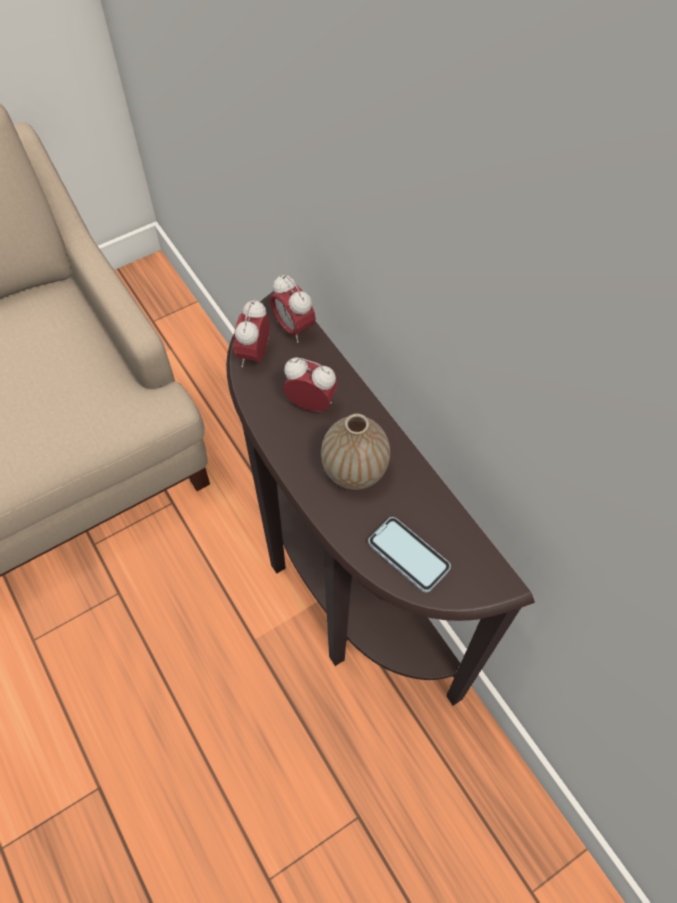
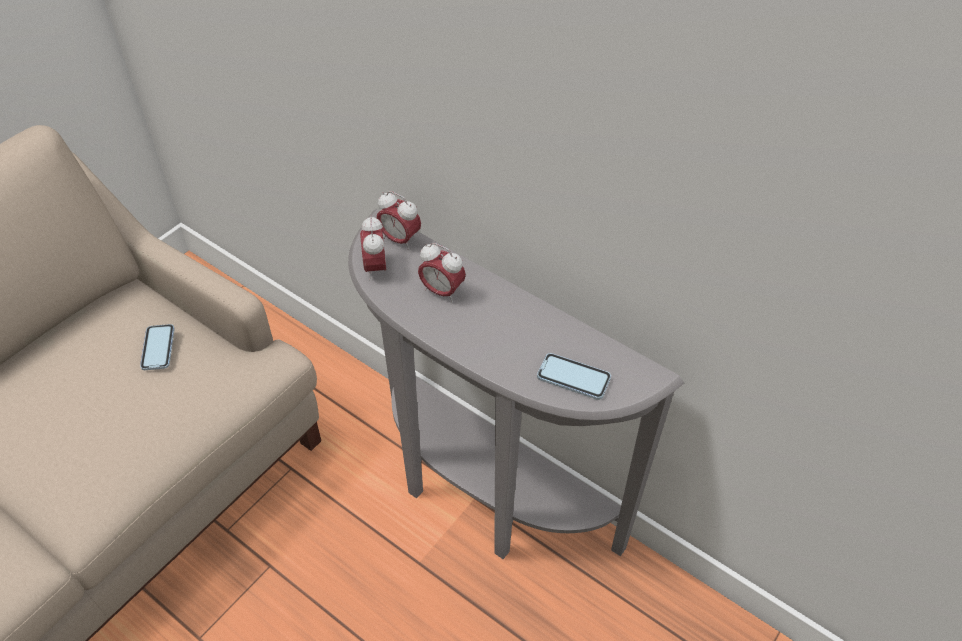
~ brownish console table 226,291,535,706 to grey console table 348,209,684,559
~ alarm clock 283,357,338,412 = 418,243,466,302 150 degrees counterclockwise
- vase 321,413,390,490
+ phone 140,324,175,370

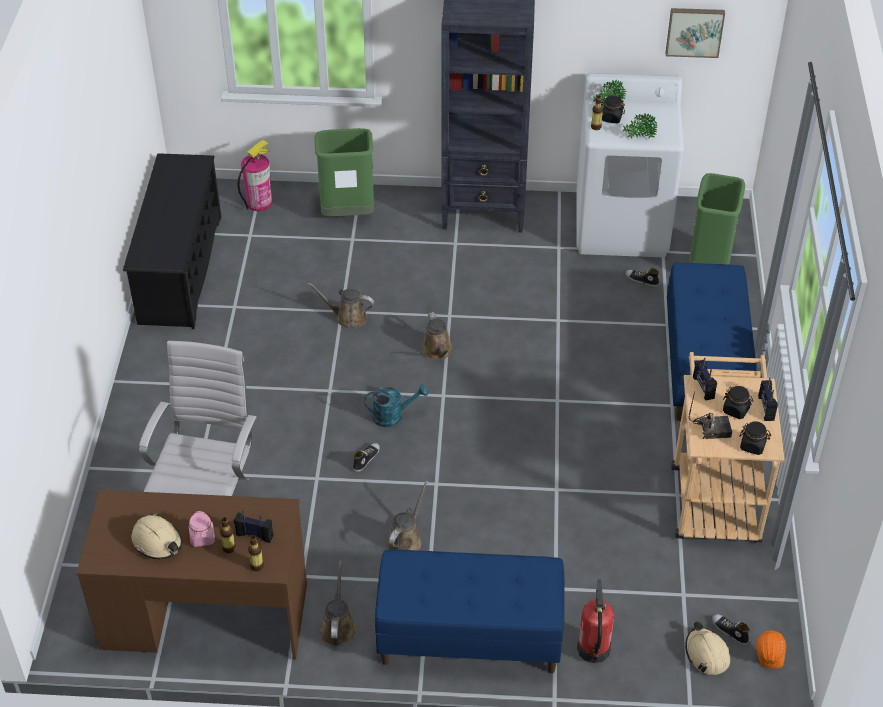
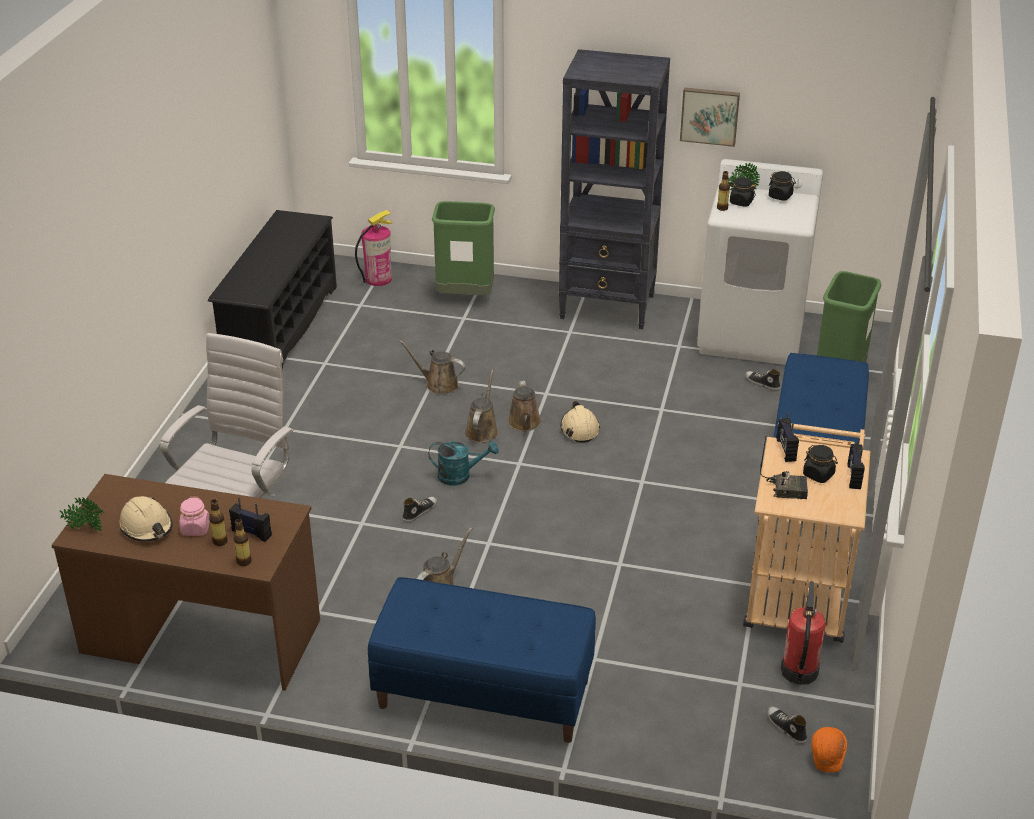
~ picture 666,8,725,58 to 680,87,740,147
~ potted plant 623,113,657,139 to 60,497,104,532
~ blackish preserve jar 739,421,771,455 to 769,171,796,201
~ brownish watering can 319,560,356,647 to 464,370,499,443
~ fire-fighting cylinder 577,579,615,663 to 781,581,826,685
~ sand-coloured hard hat 685,621,730,675 to 560,401,600,443

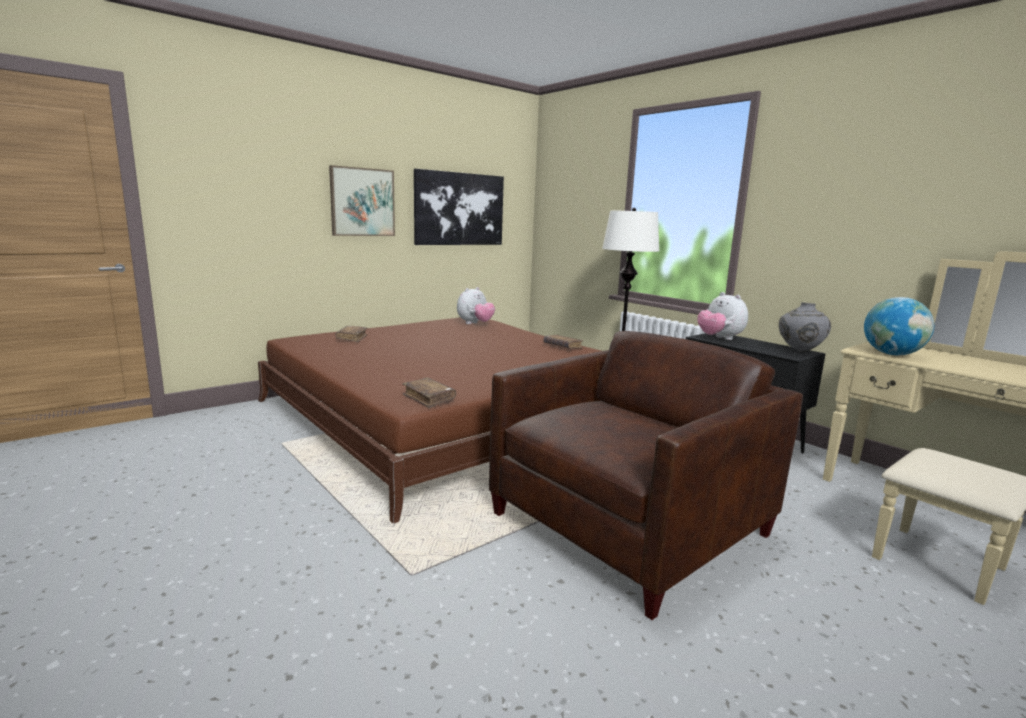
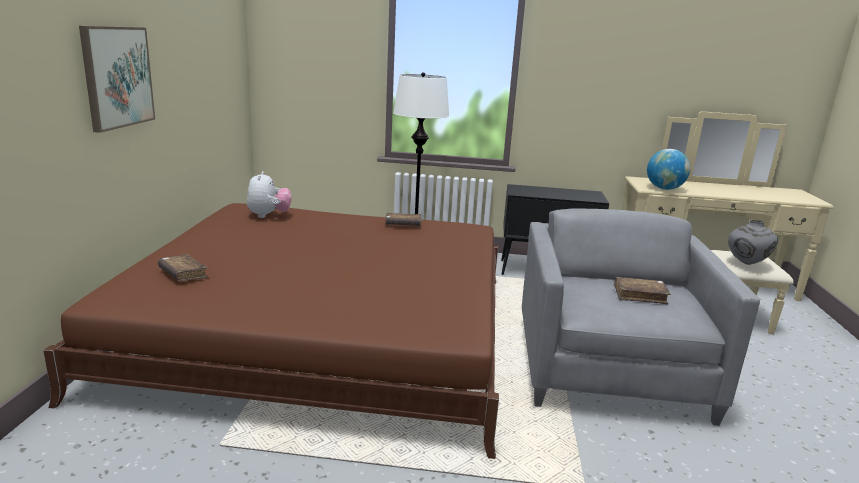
- picture 414,169,504,245
- soft toy 697,292,748,340
~ grey vase 779,302,831,352 to 728,220,778,265
~ brownish lounge chair 489,331,803,620 to grey lounge chair 522,209,760,426
~ brownish volume 402,378,456,408 to 614,277,671,304

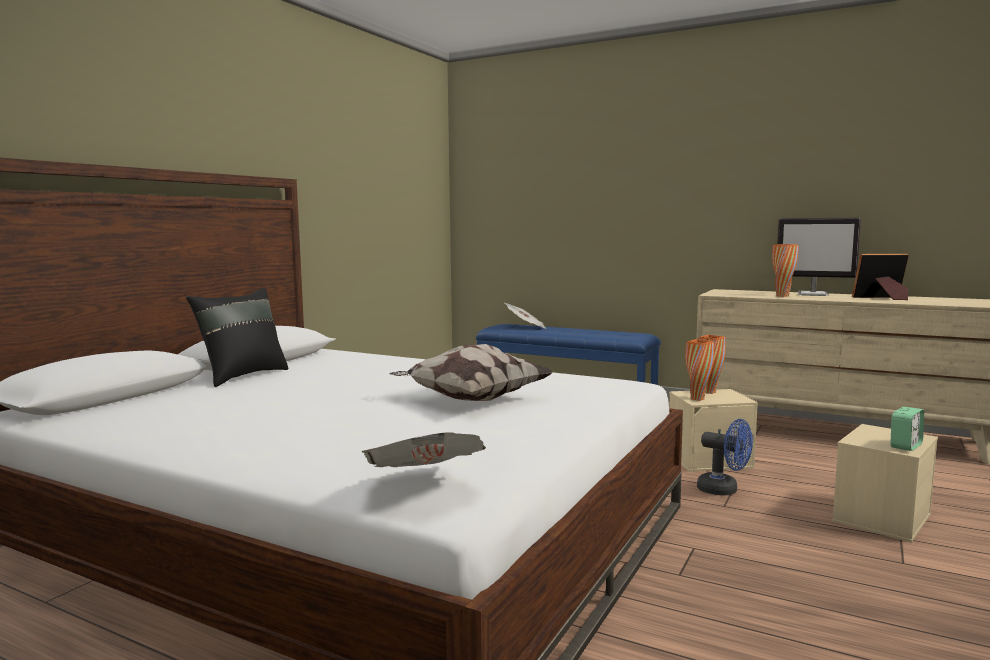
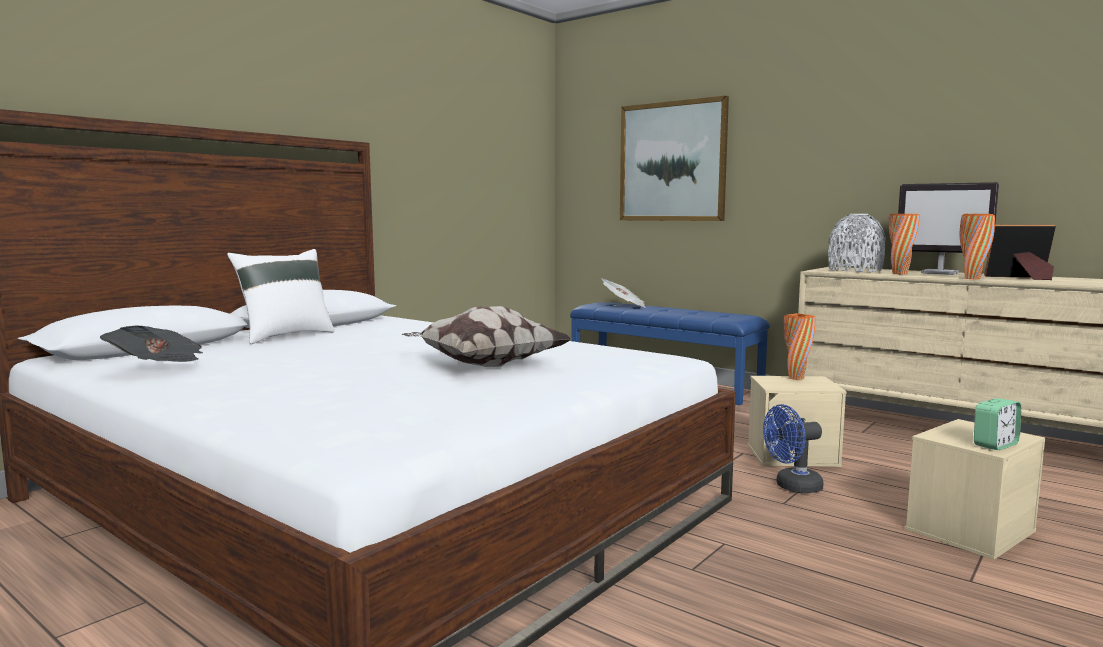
~ blackish cushion 186,288,289,387 to white-coloured cushion 227,249,334,344
~ orange vase 685,339,714,401 to 960,214,995,280
~ bluish electric fan 697,419,753,496 = 763,404,824,493 120 degrees clockwise
~ printed paper 361,433,486,467 to 100,326,203,362
+ picture 620,95,729,221
+ grey vase 828,214,887,272

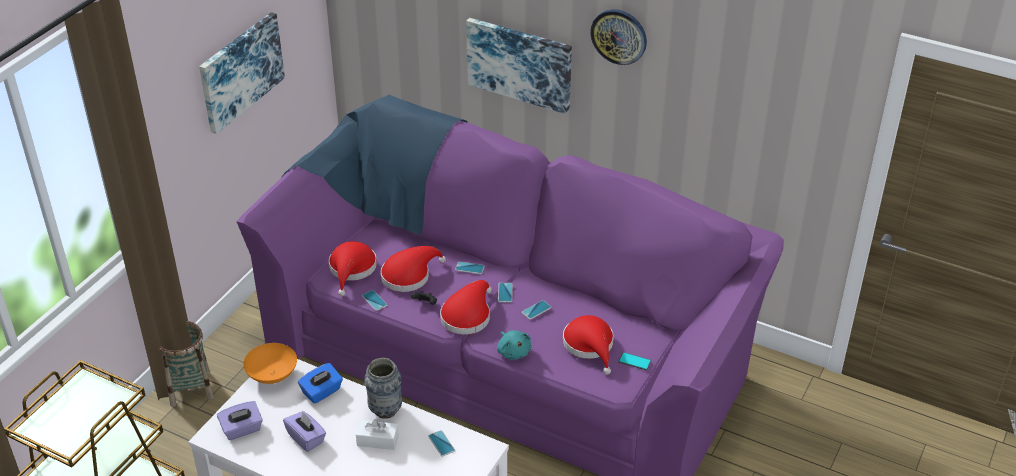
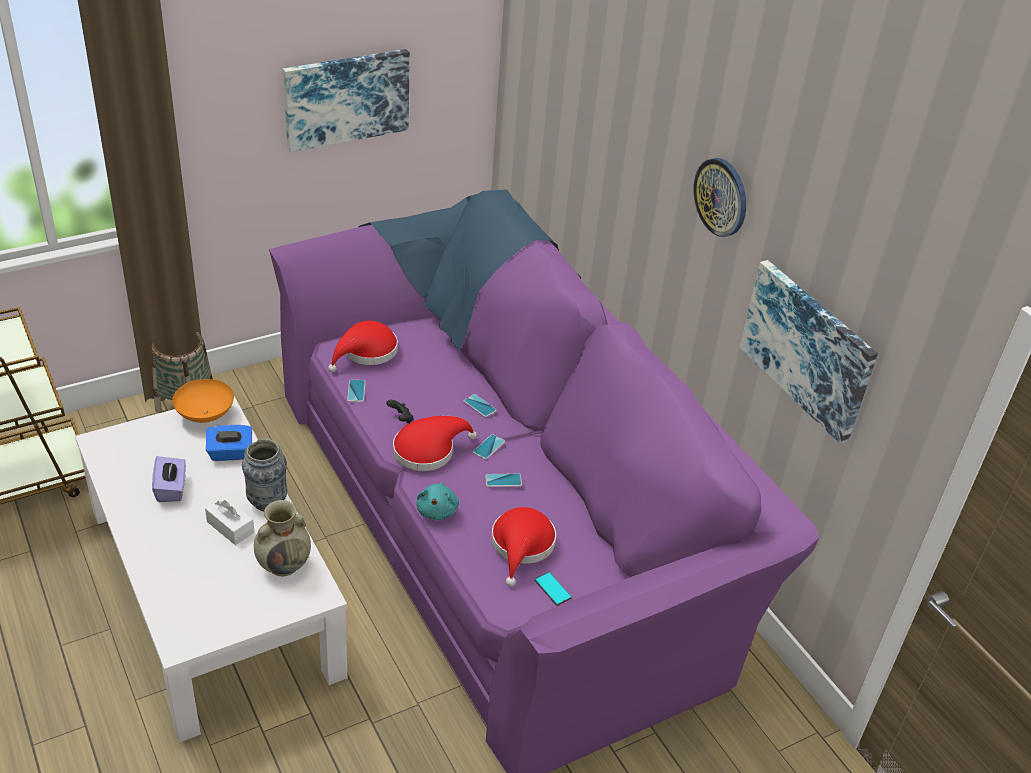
~ picture 466,18,572,114 to 739,260,878,444
- reddish clothing hat 381,246,446,292
- purplish tissue holder 217,401,263,440
~ phone 428,430,455,456 to sand-coloured vase 254,500,311,576

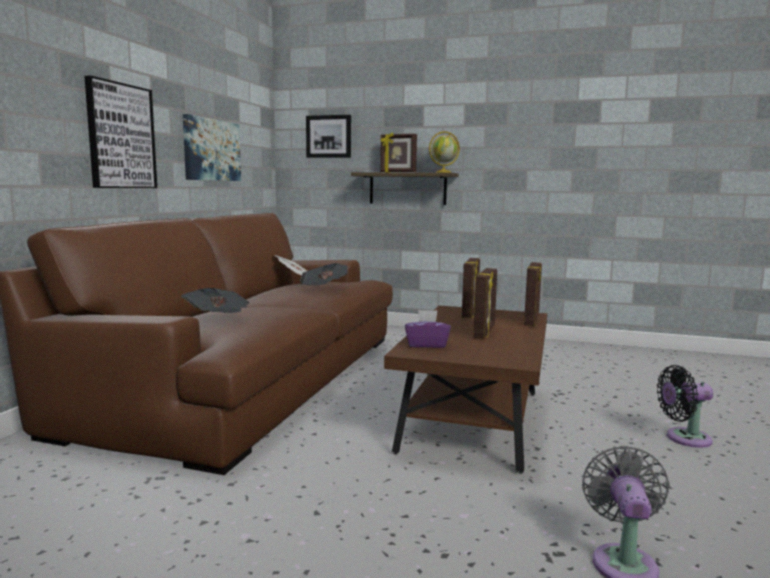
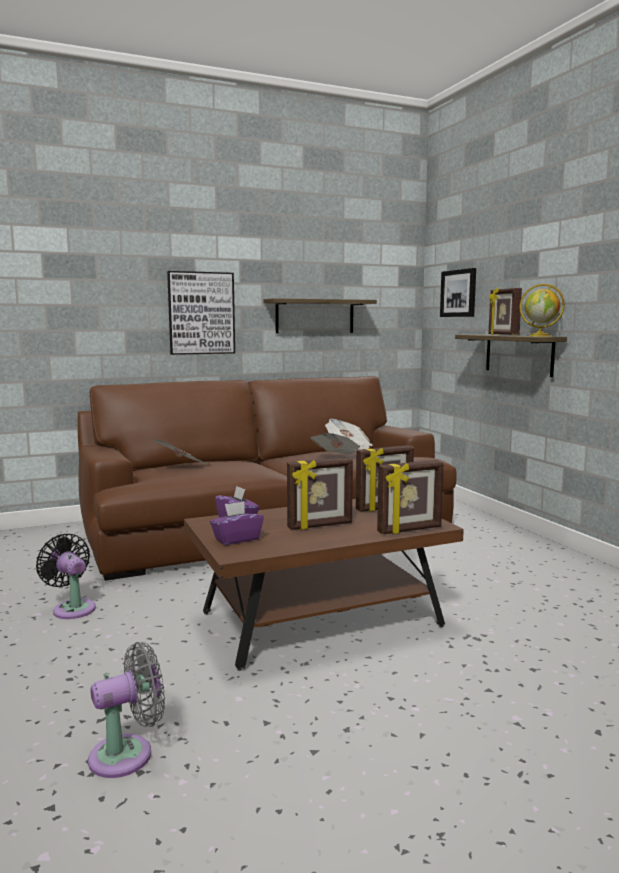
~ picture 183,114,241,181 to bracket shelf 264,298,377,333
~ blackish electric fan 657,365,713,448 to 36,534,96,619
+ purplish tissue holder 210,501,264,545

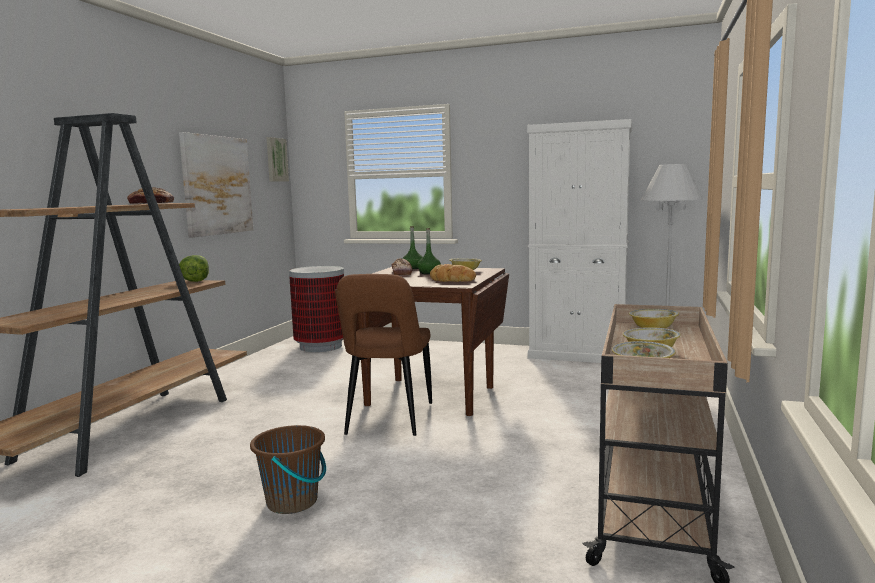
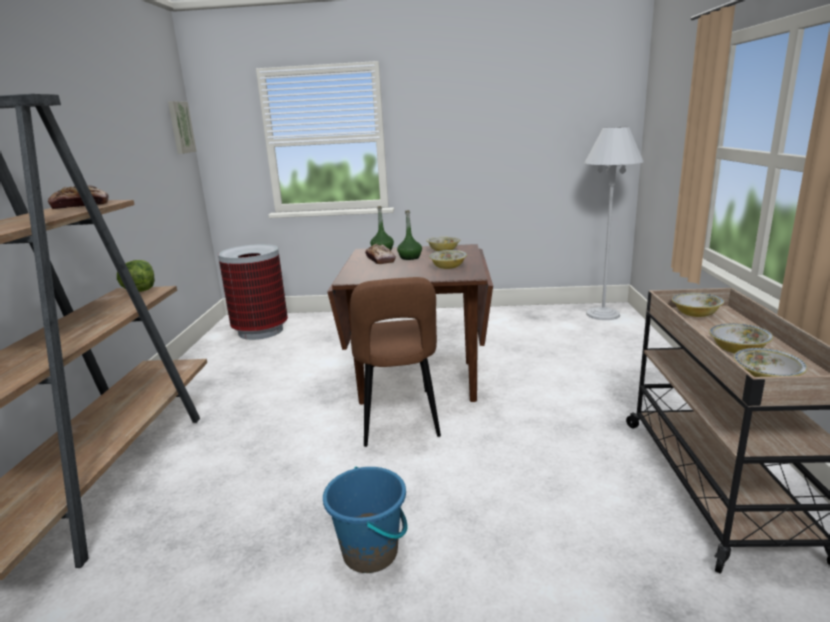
- white-coloured storage cabinet 527,119,632,363
- picture 179,132,253,238
~ bakery bread 430,264,476,282 to deep dish 429,250,467,269
~ brownish bucket 250,425,326,514 to bluish bucket 323,467,408,573

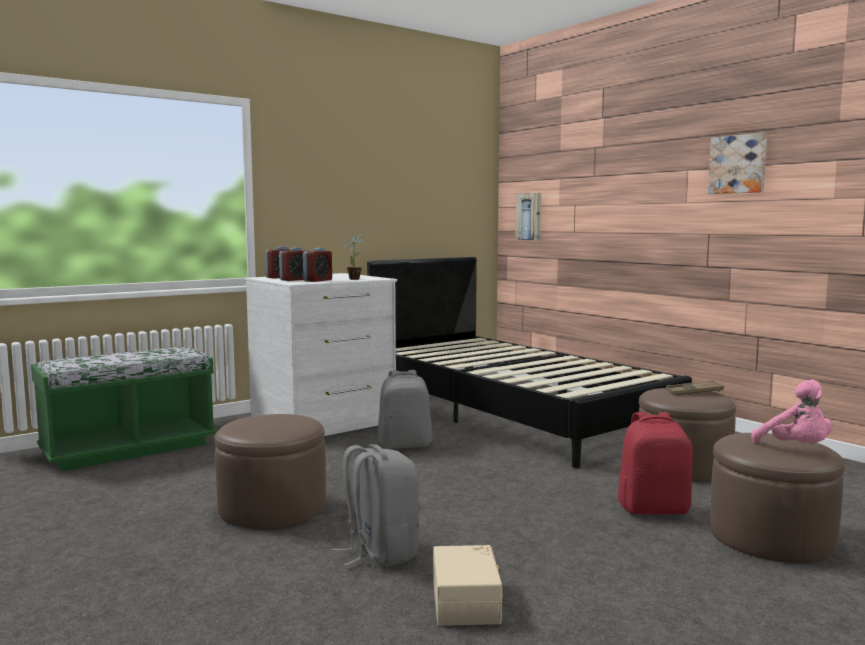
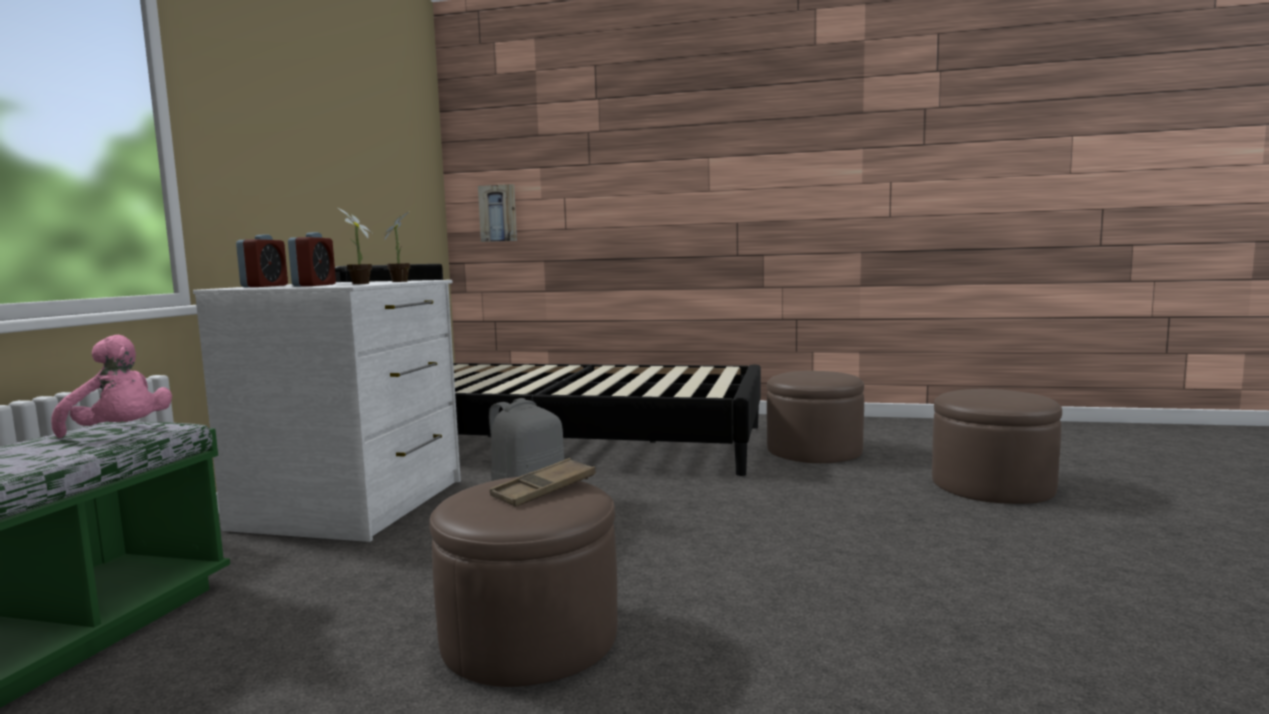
- picture 708,133,767,194
~ alarm clock 303,248,332,282 to potted plant 338,208,373,284
~ pink-coloured soft toy 751,379,832,443 to 51,335,172,438
~ brownish tray 666,381,724,395 to 490,458,596,507
- reddish backpack 618,412,693,514
- grey backpack 333,444,420,567
- sand-coloured storage container 433,545,502,626

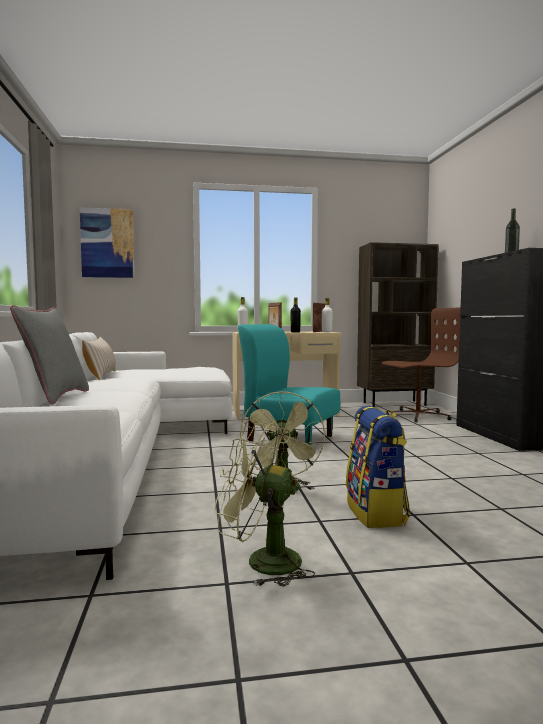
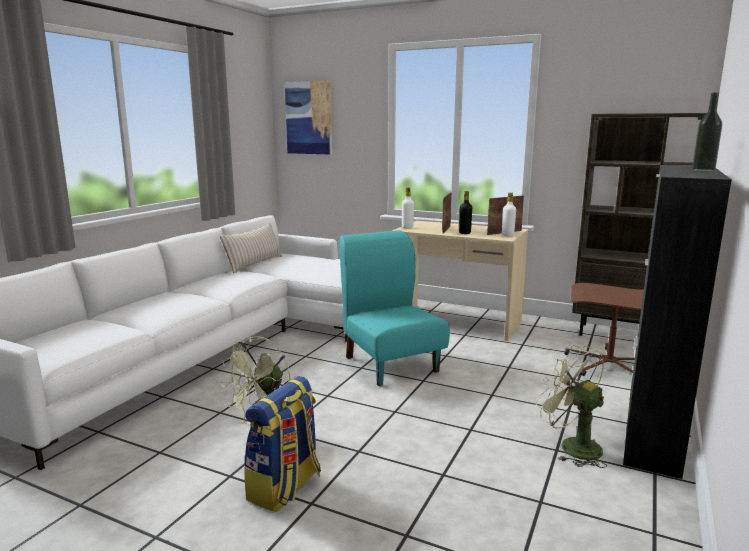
- grey cushion 10,305,89,405
~ greenish electric fan 215,420,315,587 to 536,345,607,468

